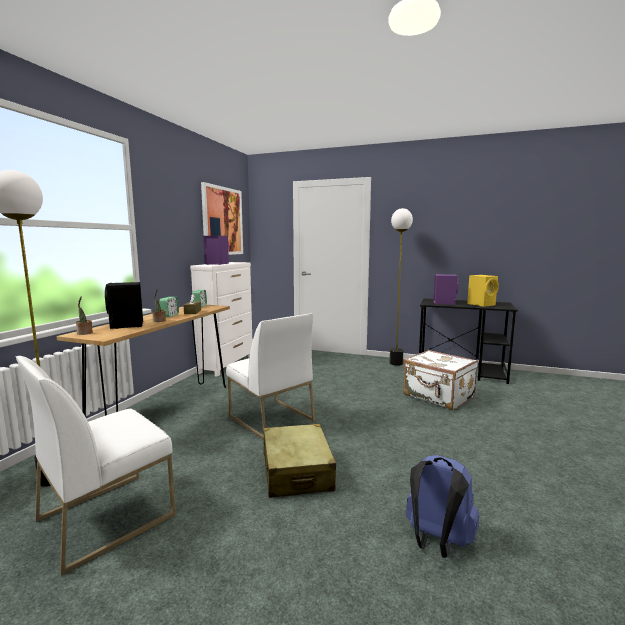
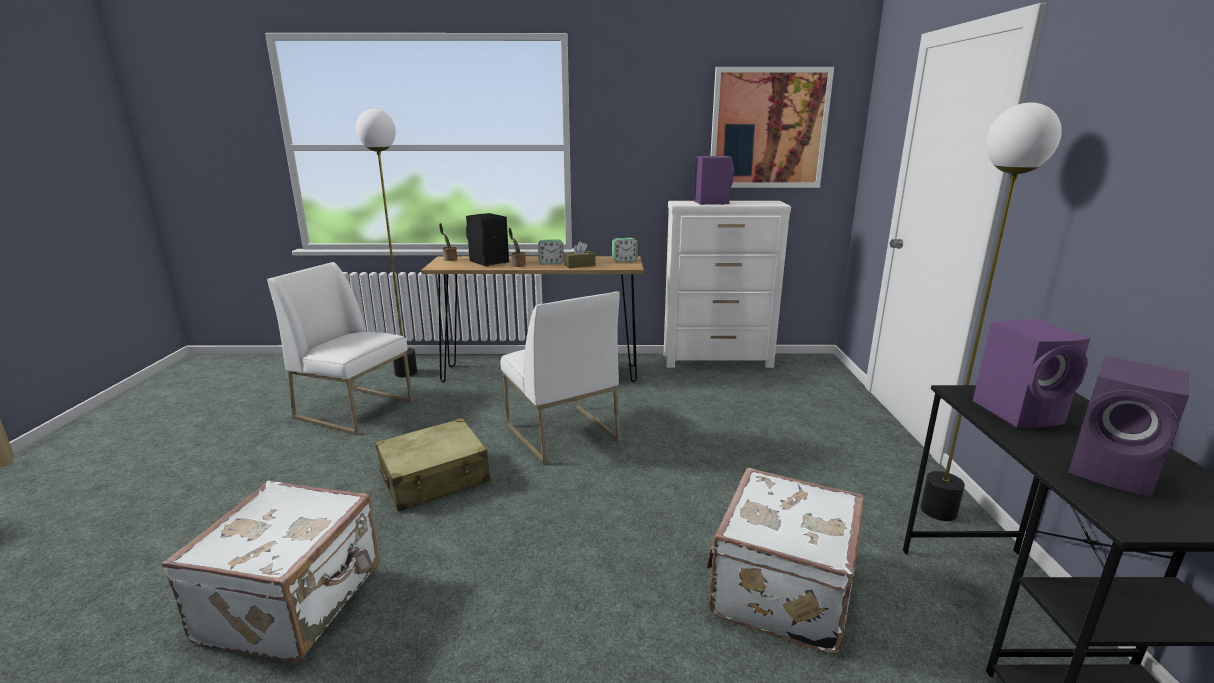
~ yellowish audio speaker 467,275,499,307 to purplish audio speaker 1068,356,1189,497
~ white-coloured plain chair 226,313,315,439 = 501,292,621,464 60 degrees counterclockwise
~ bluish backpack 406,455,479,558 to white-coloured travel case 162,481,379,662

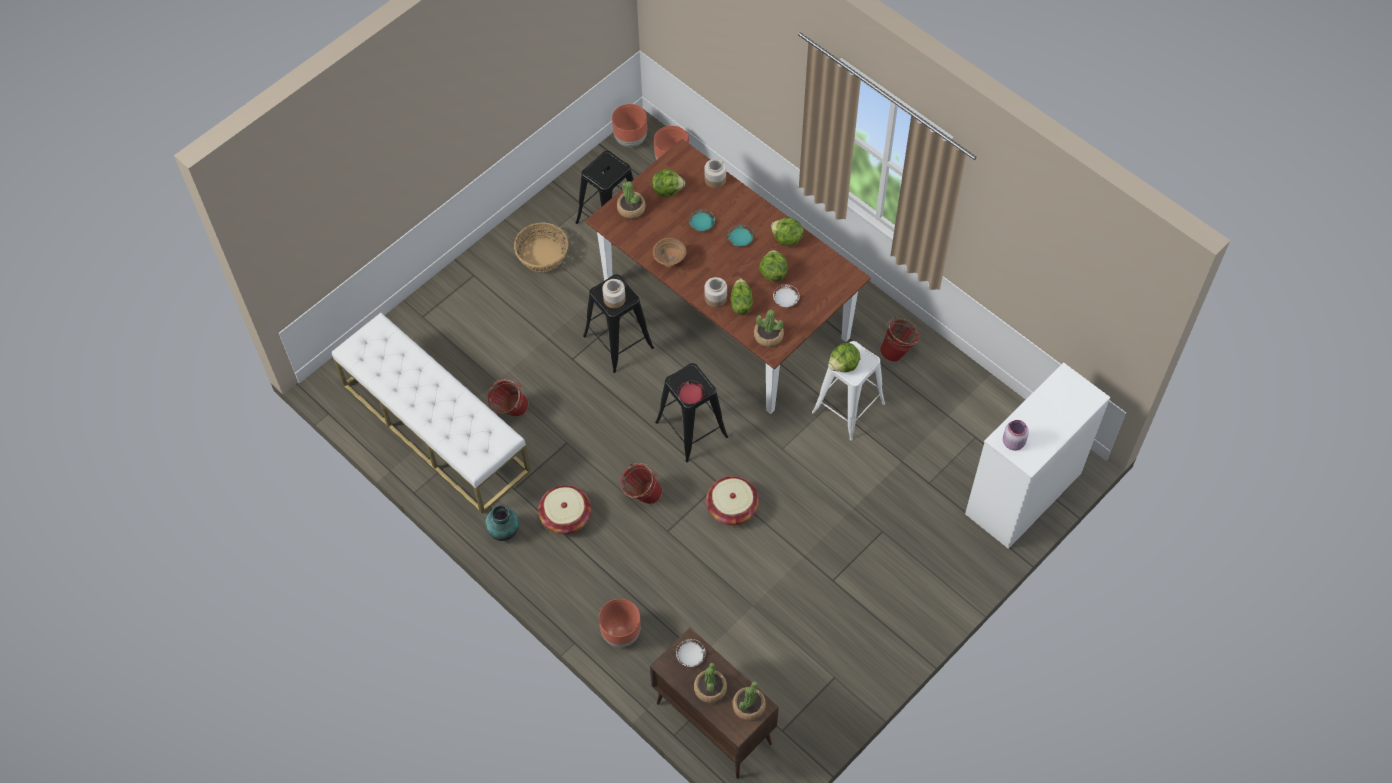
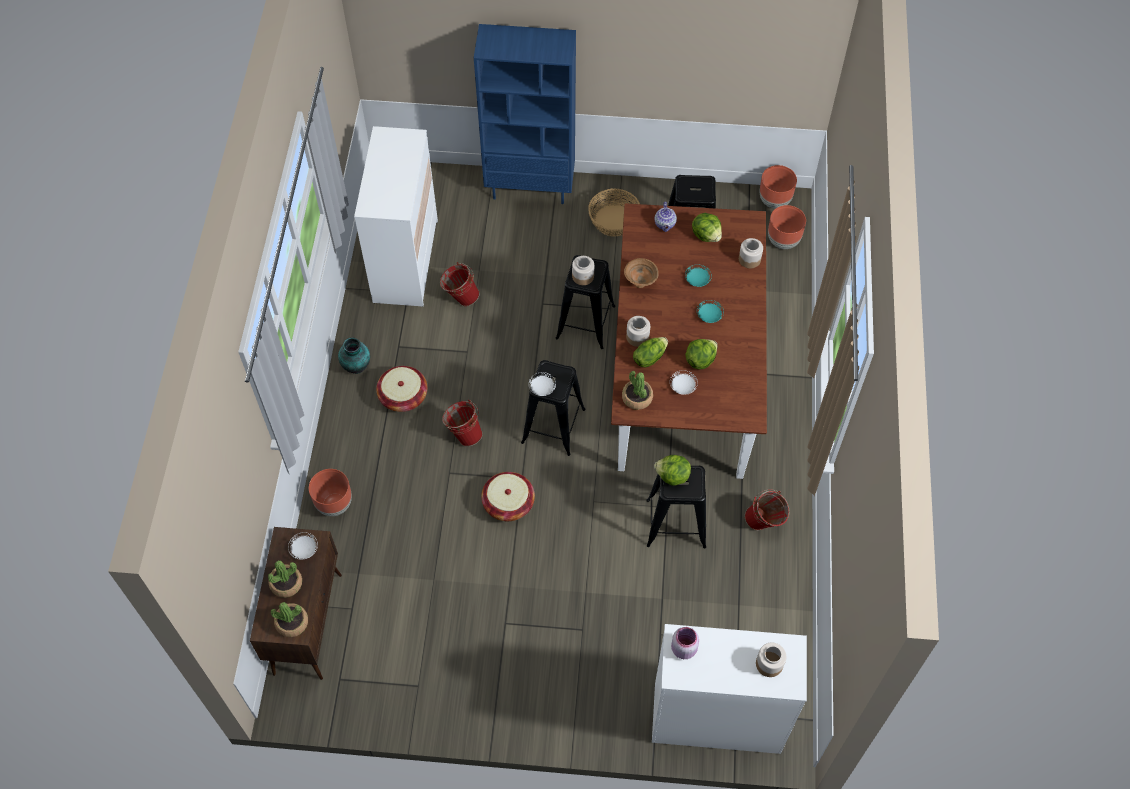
~ potted plant 617,181,646,219 to teapot 654,202,677,232
- head of lettuce 771,217,804,246
~ white-coloured bench 332,313,531,514 to white-coloured chest of drawers 354,126,438,307
~ white-coloured stool 812,341,885,440 to blackish stool 646,466,706,548
~ reddish dinner plate 677,381,705,404 to white-coloured dinner plate 529,372,556,396
+ bluish bookshelf 474,24,576,204
+ preserve jar 756,643,786,677

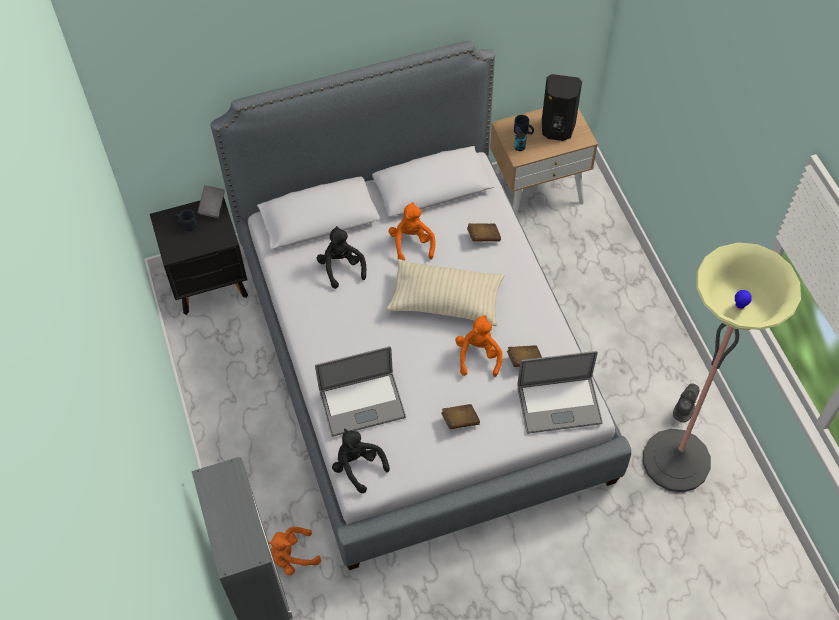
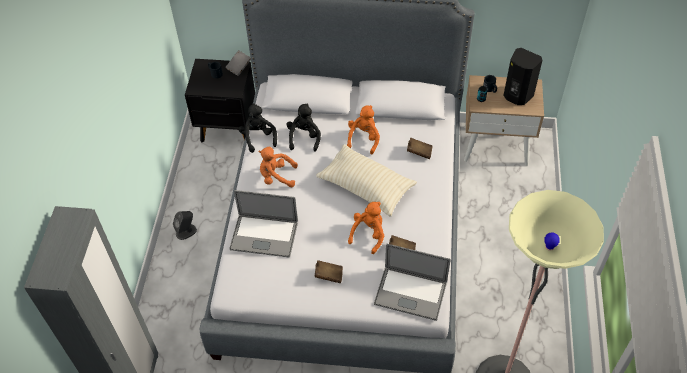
~ grey audio speaker 673,384,700,422 to 173,211,197,240
~ blackish soft toy 332,429,390,493 to 238,103,277,153
~ orange soft toy 268,527,321,575 to 258,147,298,188

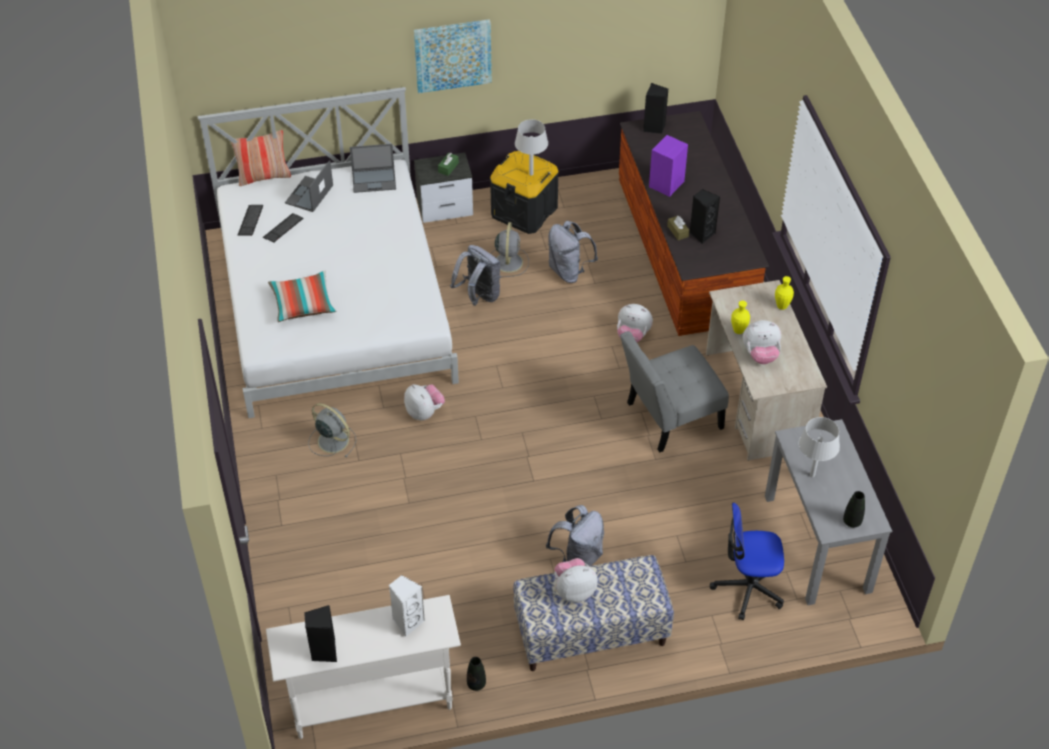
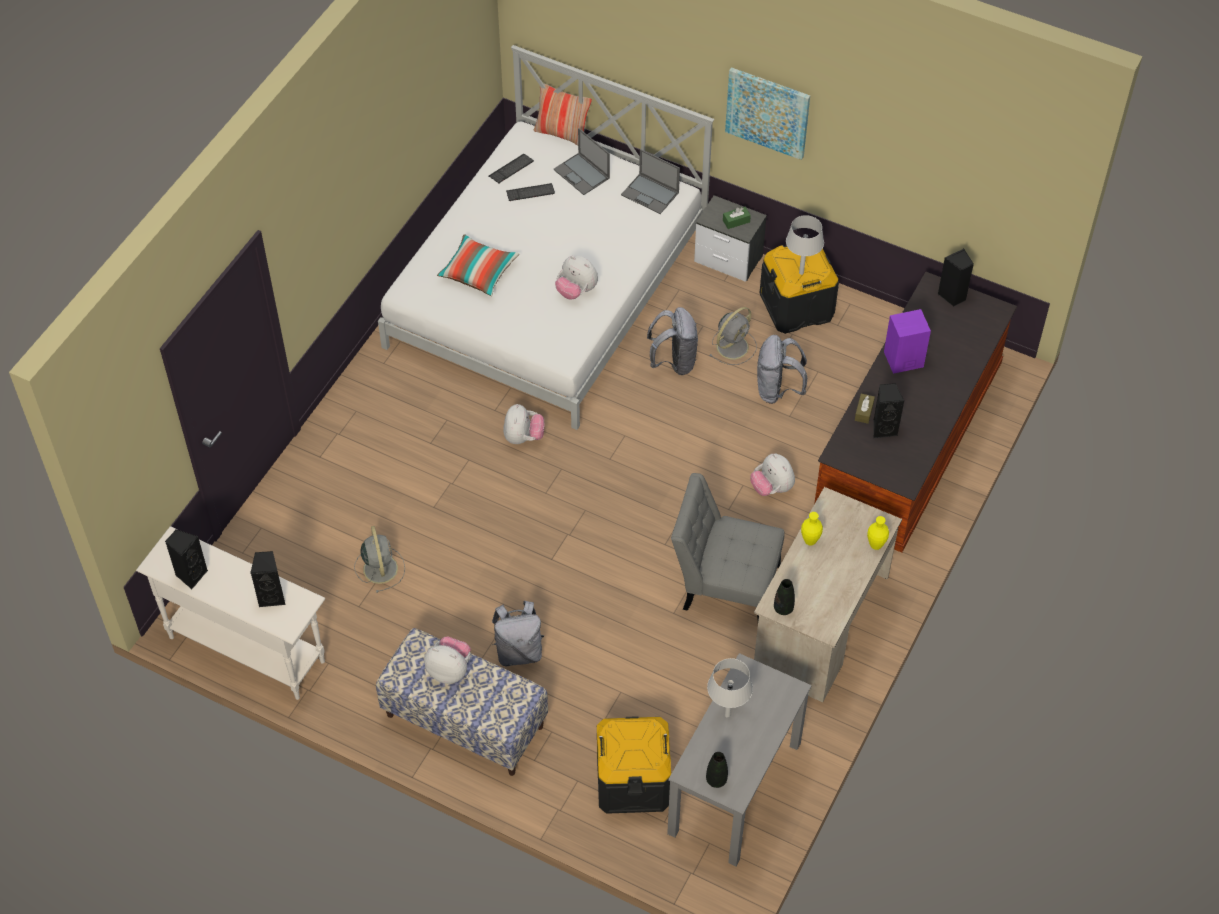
~ laptop 285,160,333,212 = 553,128,610,195 105 degrees counterclockwise
~ soft toy 743,320,781,364 to 555,256,598,300
~ grey electric fan 308,403,357,457 to 354,526,405,593
~ office chair 710,502,784,620 to blackish storage container 597,716,671,814
~ white-coloured audio speaker 389,575,425,637 to blackish audio speaker 250,551,286,607
~ blackish vase 467,657,486,691 to 774,579,795,615

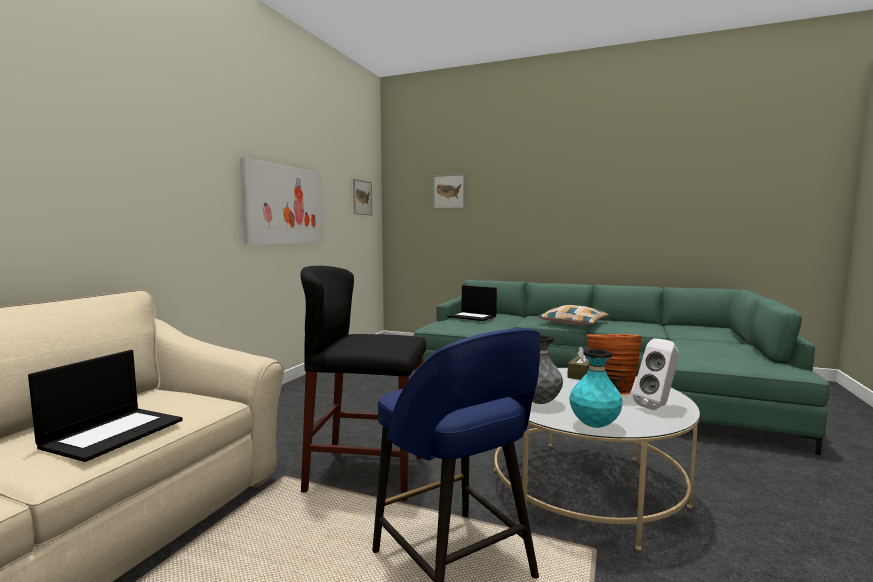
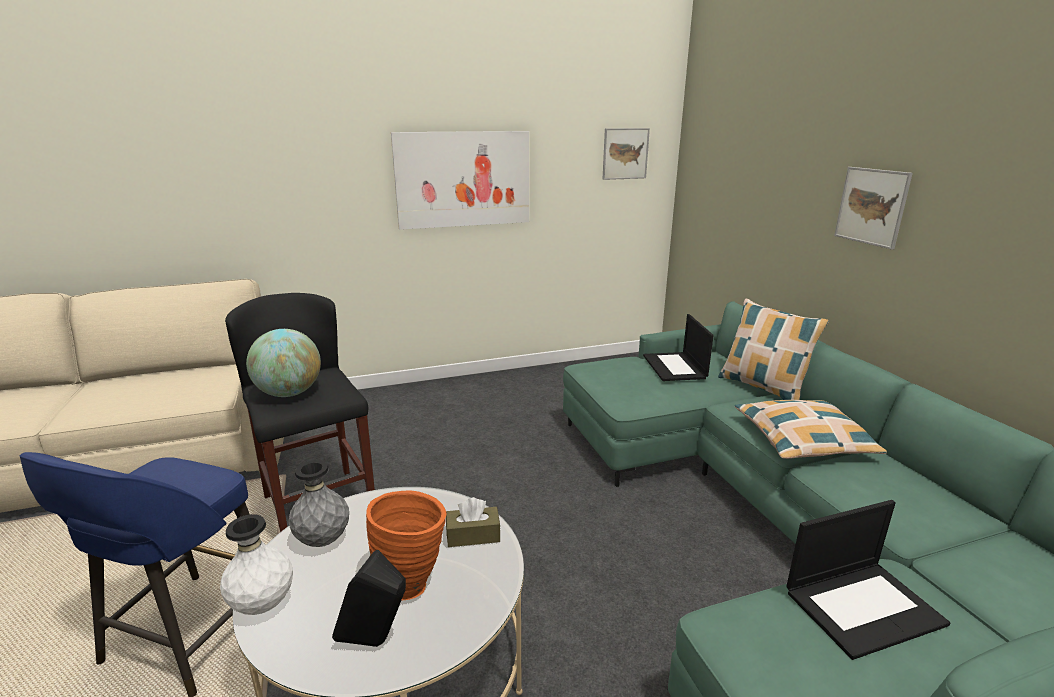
~ picture 433,174,465,209 to 834,167,913,250
~ white-coloured audio speaker 633,338,679,410 to blackish audio speaker 332,549,406,647
~ turquoise-coloured vase 569,349,623,428 to white-coloured vase 220,514,293,615
~ laptop 28,350,183,462 to 786,500,951,660
+ cushion 718,298,829,400
+ desk globe 246,329,321,397

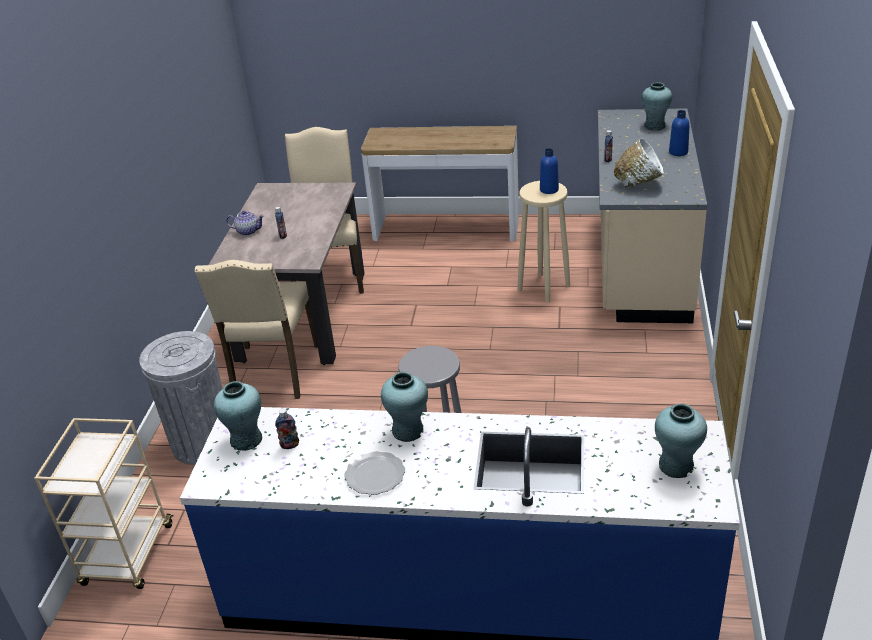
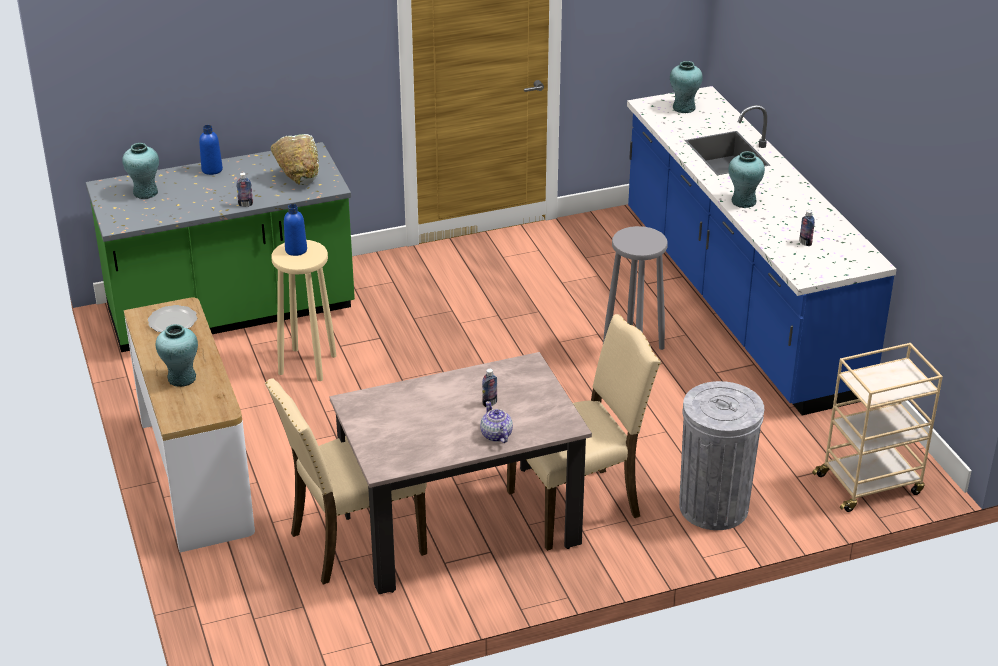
~ sand-coloured kitchen counter 598,108,707,323 to greenish kitchen counter 86,142,355,352
~ turquoise-coloured vase 214,381,262,451 to 156,324,198,387
~ dinner plate 344,451,405,495 to 148,305,197,332

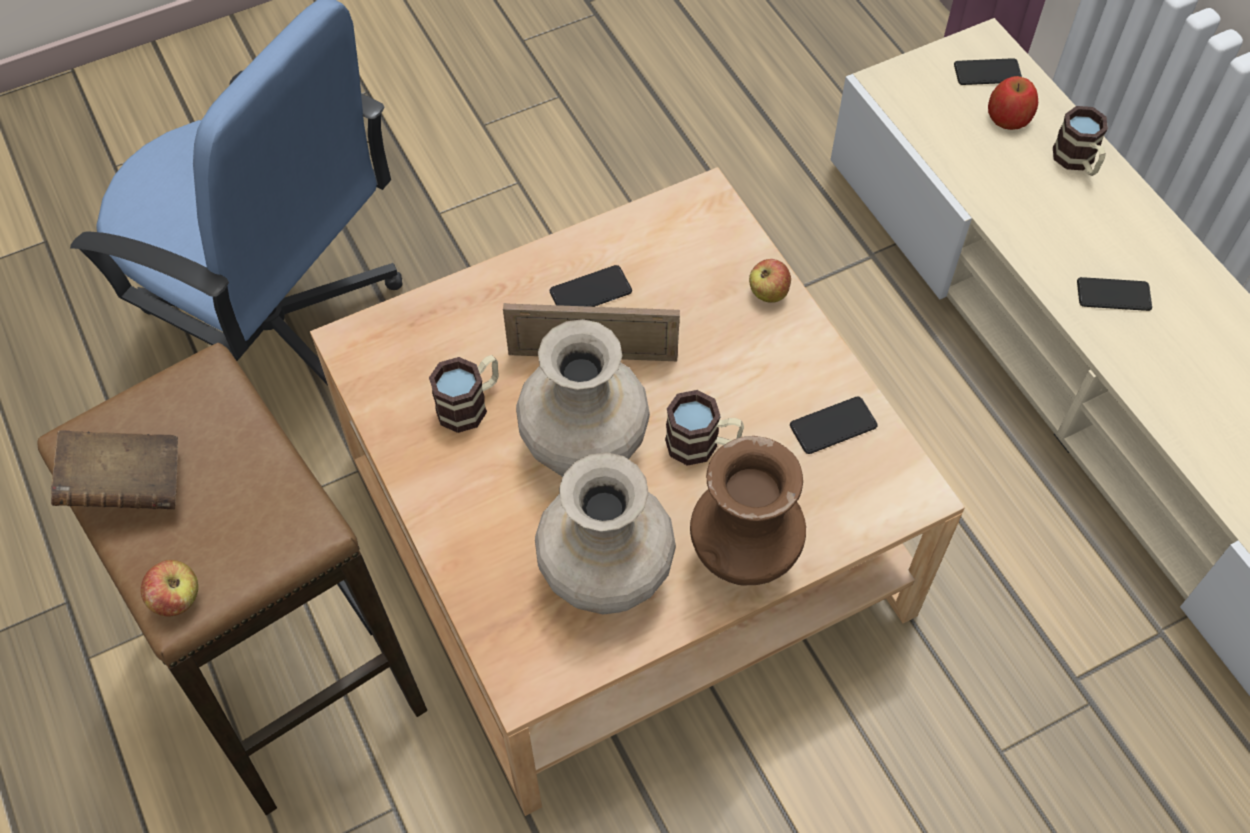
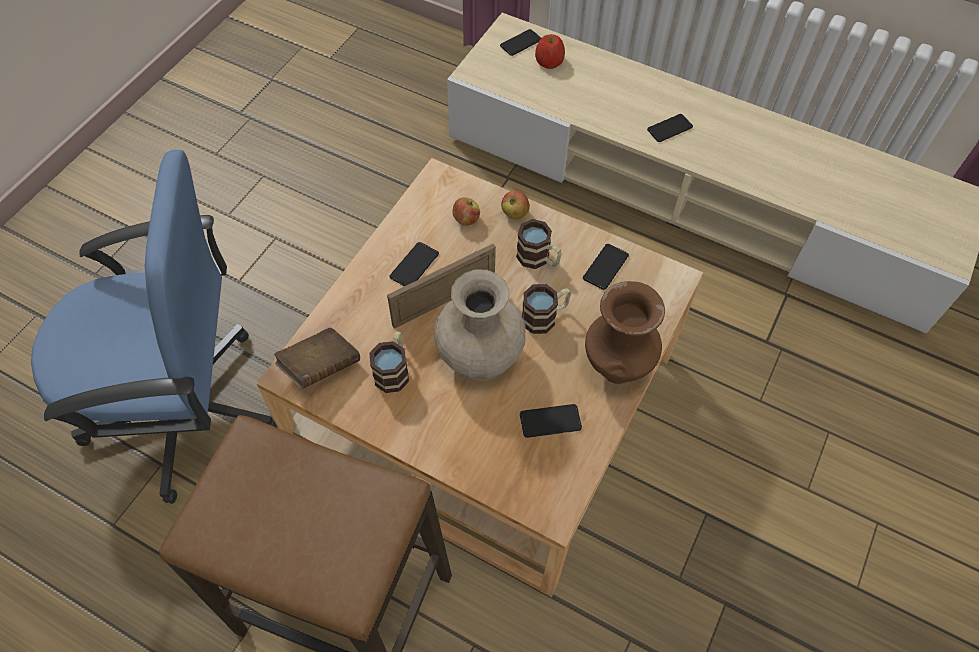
~ mug 1053,106,1108,176 to 516,219,562,269
~ brownish volume 51,431,178,509 to 274,328,360,389
~ sand-coloured vase 535,452,676,615 to phone 520,404,582,438
~ whole apple 140,560,198,617 to 452,197,480,226

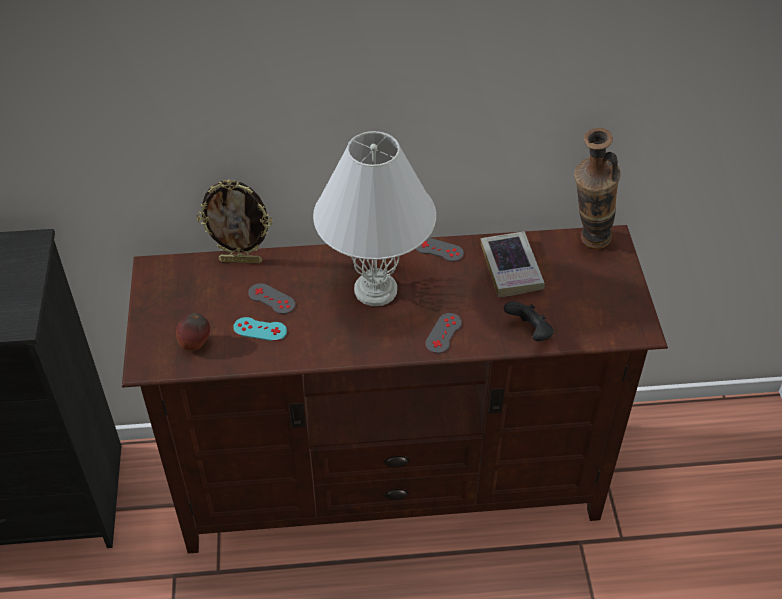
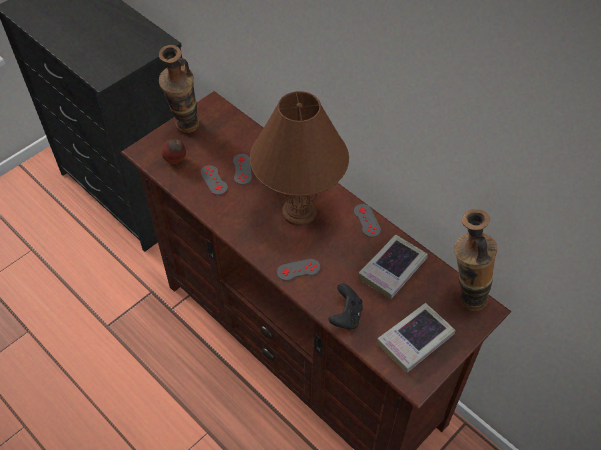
~ white-coloured table lamp 313,131,436,306 to brownish table lamp 250,91,349,226
- photo frame 197,179,272,264
~ turquoise-coloured gamepad 233,317,287,341 to grey gamepad 201,165,228,195
+ vase 159,45,199,133
+ volume 377,303,455,372

